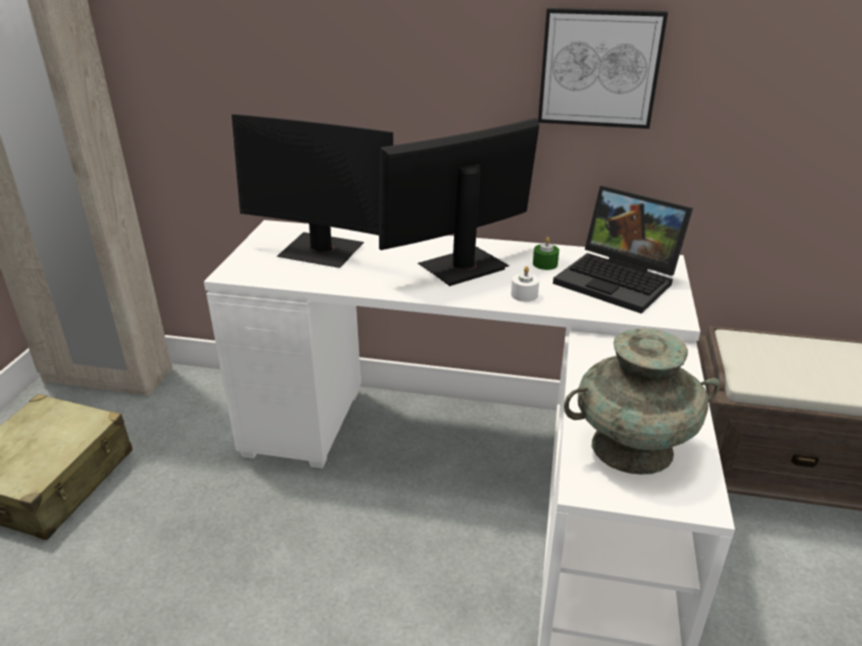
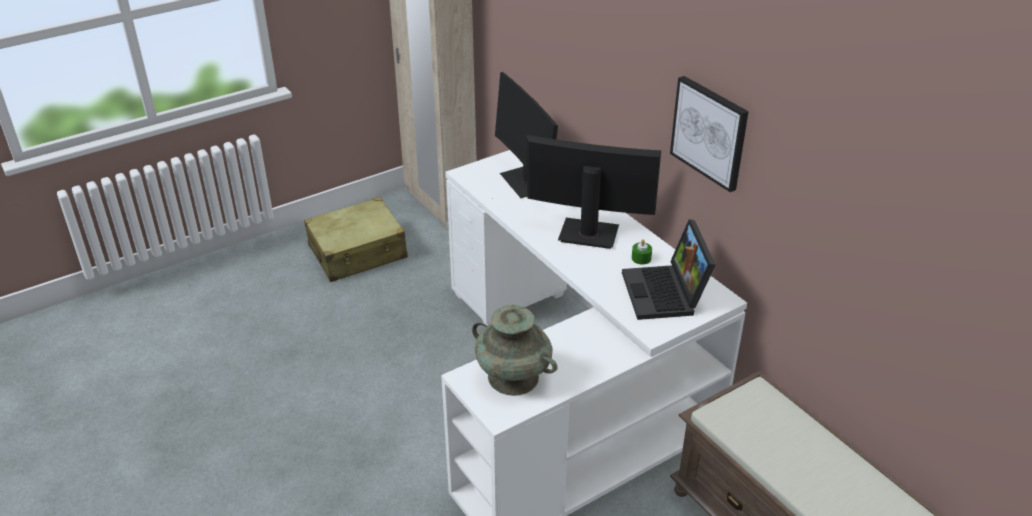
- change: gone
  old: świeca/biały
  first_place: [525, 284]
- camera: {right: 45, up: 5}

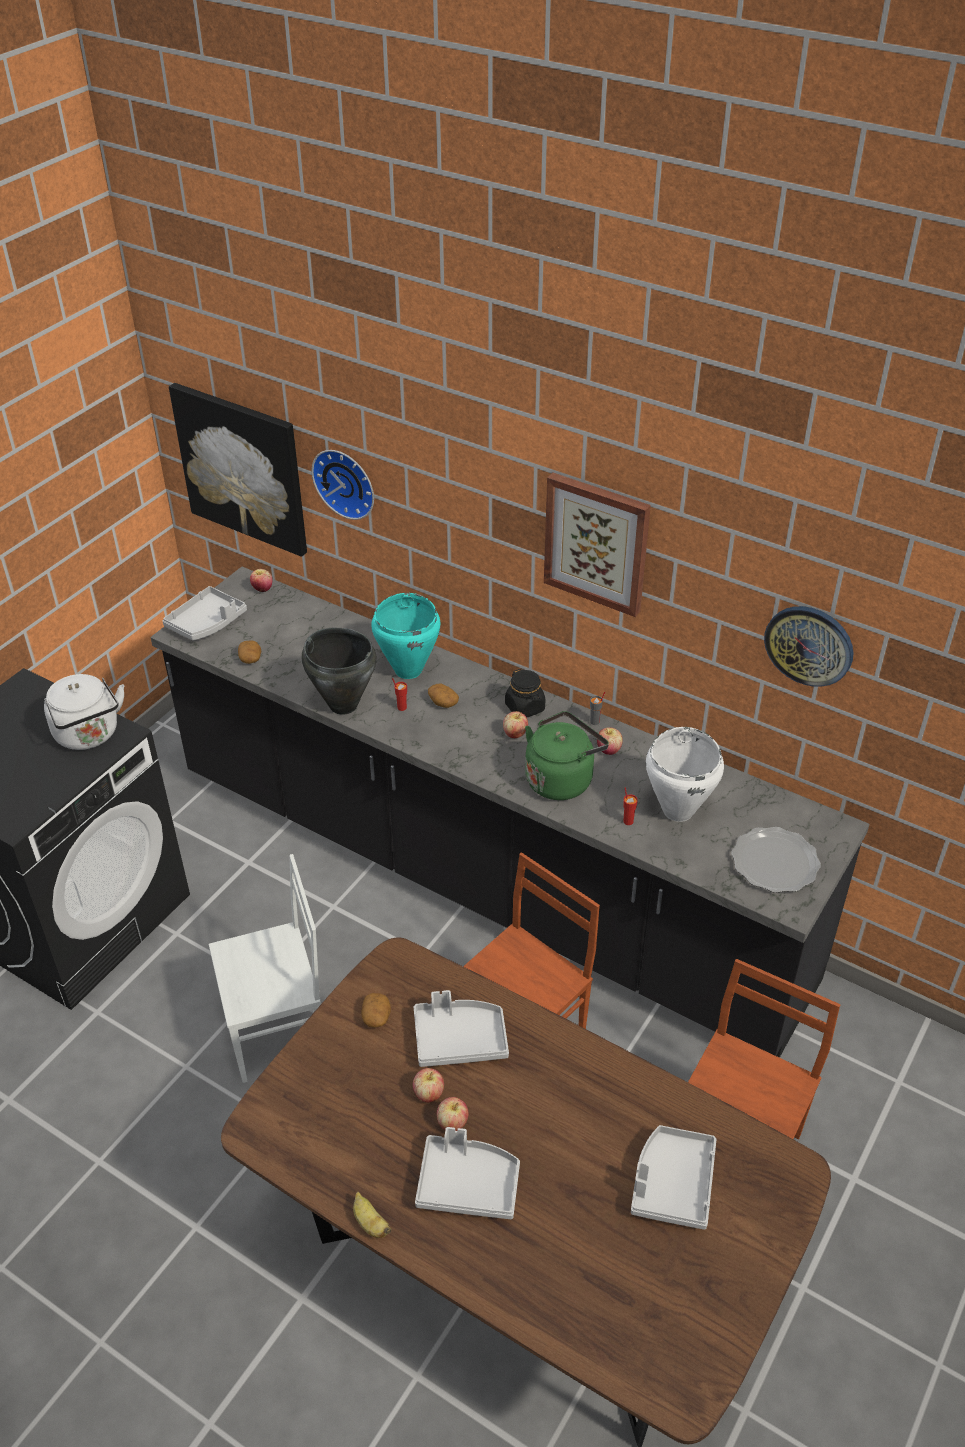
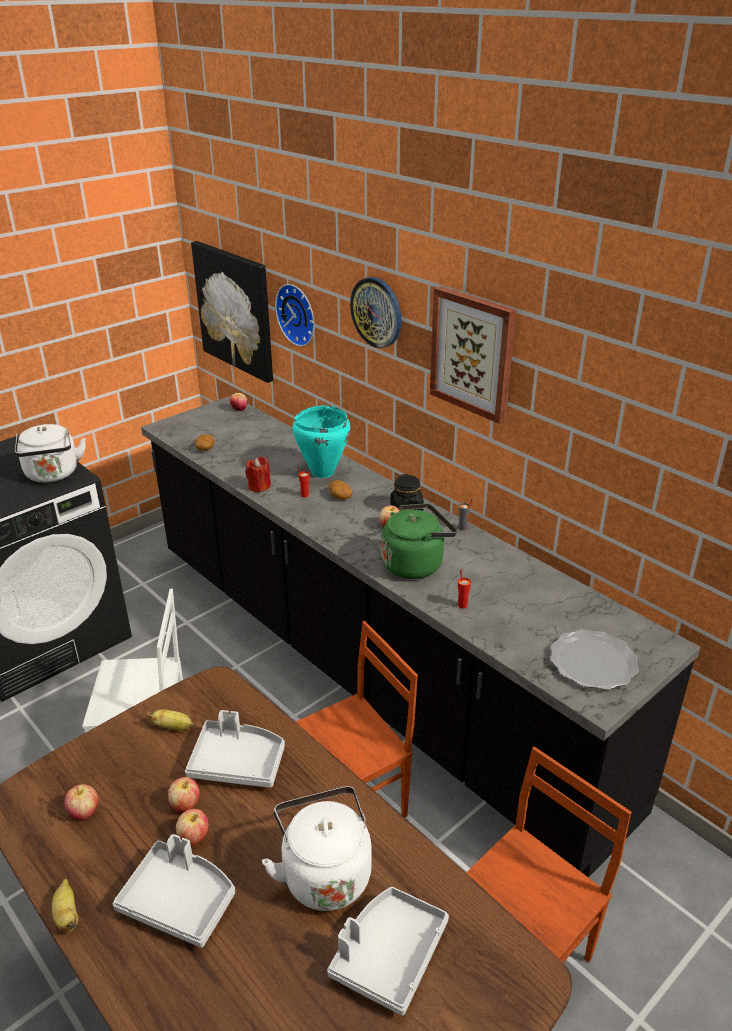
- change: gone
  old: taca/szary
  first_place: [205, 613]
- change: gone
  old: garnek/biały
  first_place: [685, 774]
- change: new
  new: czajnik/biały
  second_place: [316, 848]
- change: shifted
  old: jabłko
  first_place: [610, 741]
  second_place: [81, 802]
- change: shifted
  old: zegar ścienny
  first_place: [808, 646]
  second_place: [376, 312]
- change: swapped
  old: garnek/czarny
  new: świeca/czerwony
  first_place: [339, 671]
  second_place: [258, 474]
- change: swapped
  old: ziemniak
  new: banan
  first_place: [376, 1010]
  second_place: [170, 720]
- camera: {right: 15, up: -10}

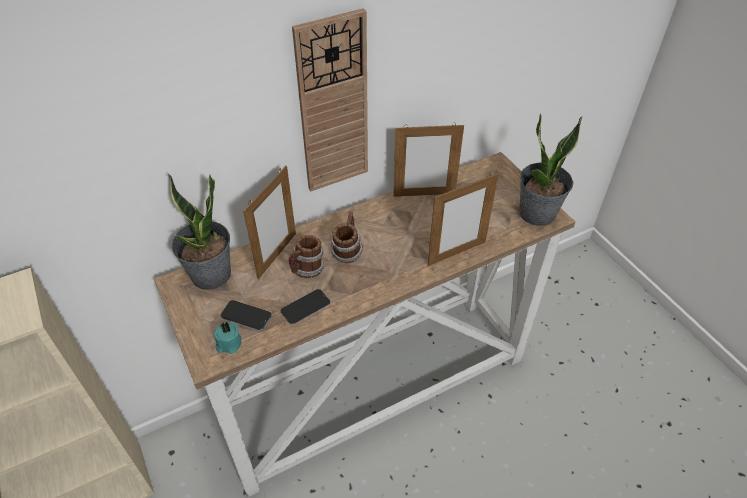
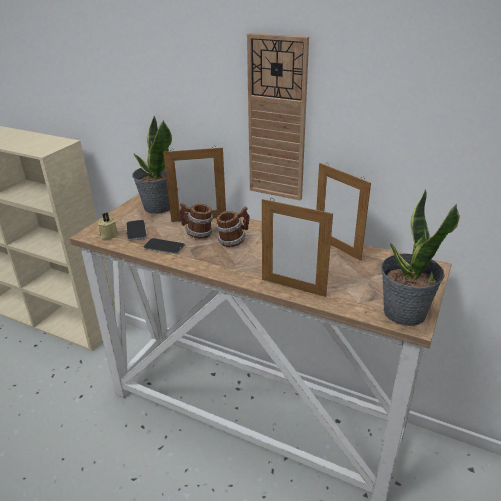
- change: repainted
  old: świeca/turkusowy
  new: świeca/beżowy
  first_place: [228, 337]
  second_place: [108, 225]
- camera: {right: 55, up: -15}

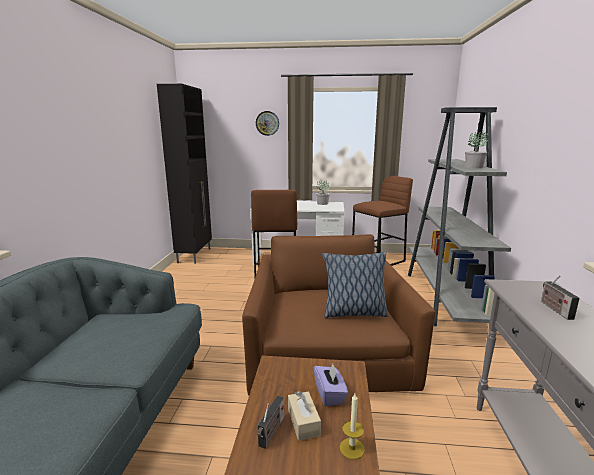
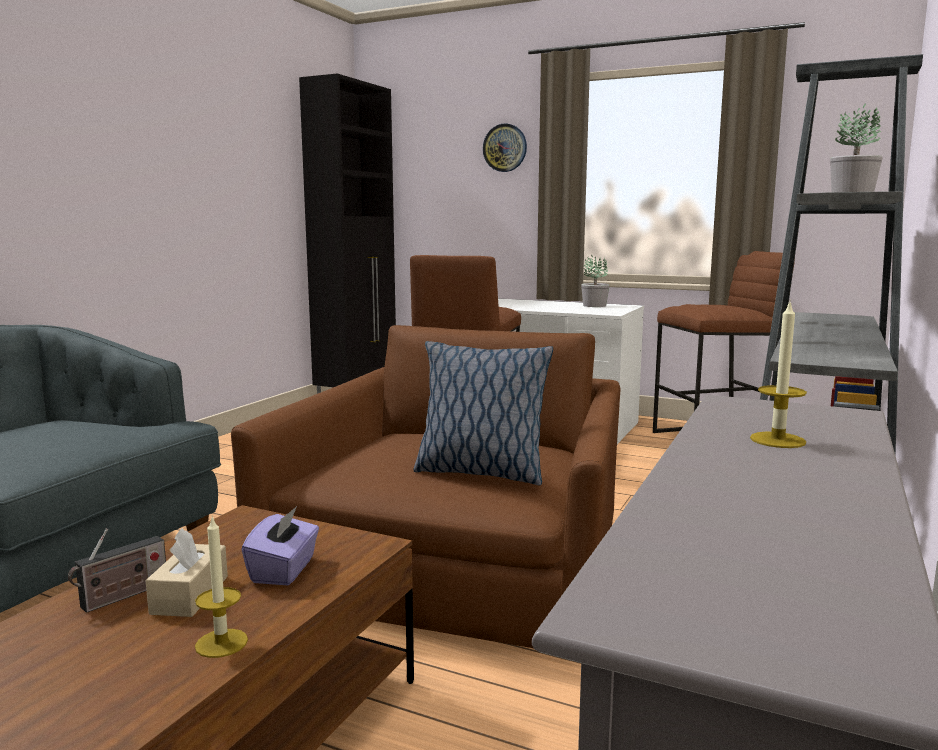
- change: swapped
  old: radio
  new: świeca
  first_place: [560, 297]
  second_place: [778, 375]
- camera: {right: 20, up: -5}

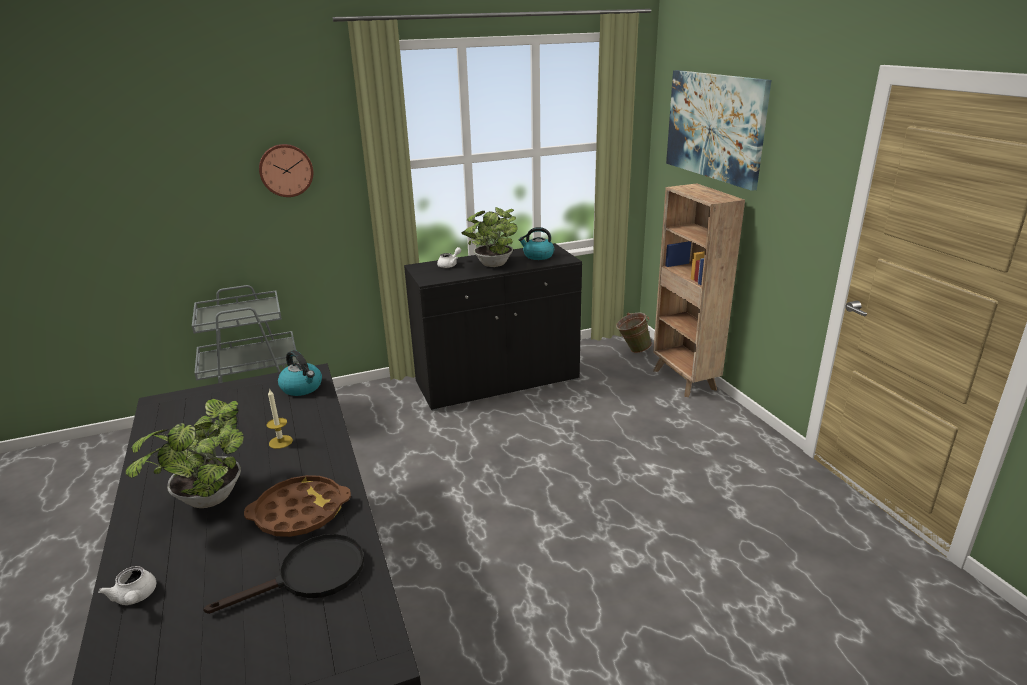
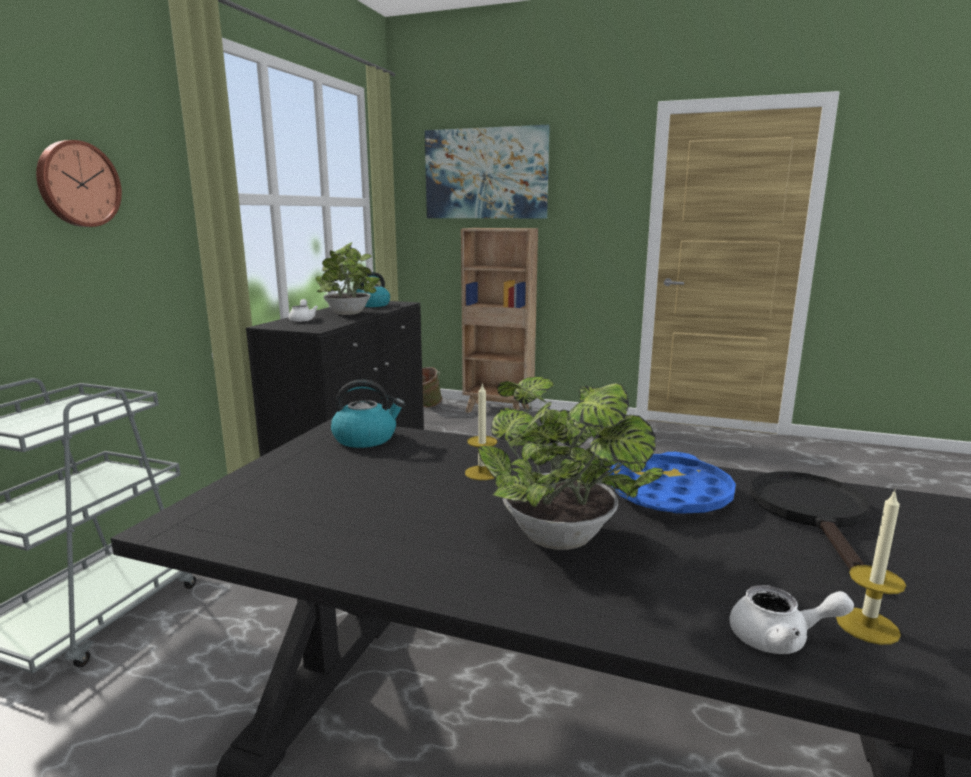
- change: new
  new: świeca
  second_place: [871, 567]
- change: repainted
  old: taca/brązowy
  new: taca/niebieski
  first_place: [297, 506]
  second_place: [672, 483]
- camera: {right: -50, up: -10}

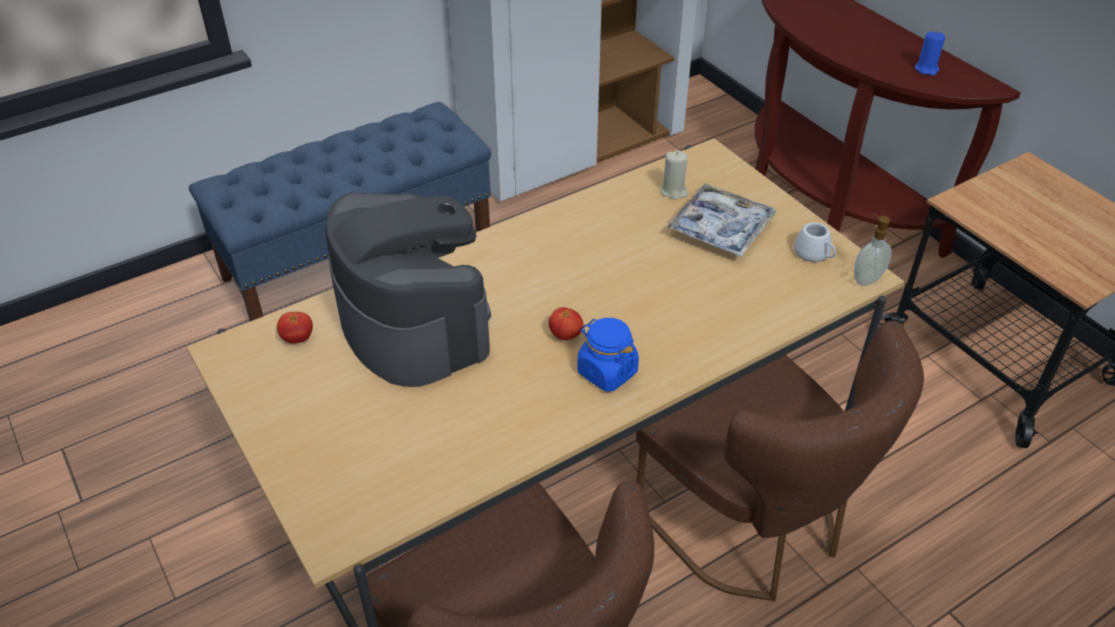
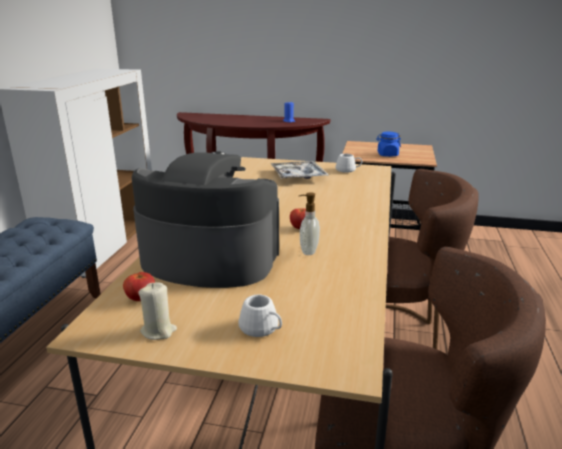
- change: new
  new: kubek/biały
  second_place: [260, 316]
- change: shifted
  old: słoik/niebieski
  first_place: [608, 355]
  second_place: [388, 144]
- change: shifted
  old: świeca/beżowy
  first_place: [674, 175]
  second_place: [157, 311]
- change: shifted
  old: dozownik mydła
  first_place: [873, 250]
  second_place: [309, 223]
- camera: {right: -45, up: -20}

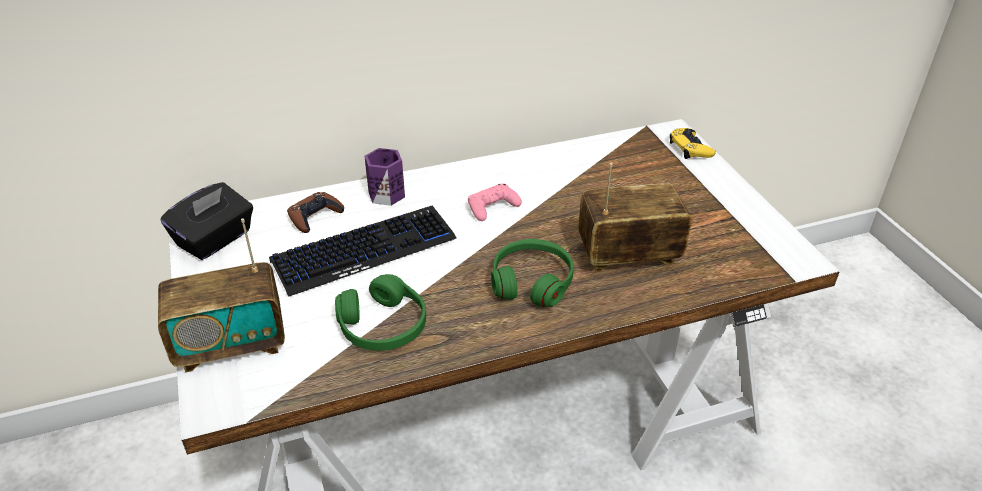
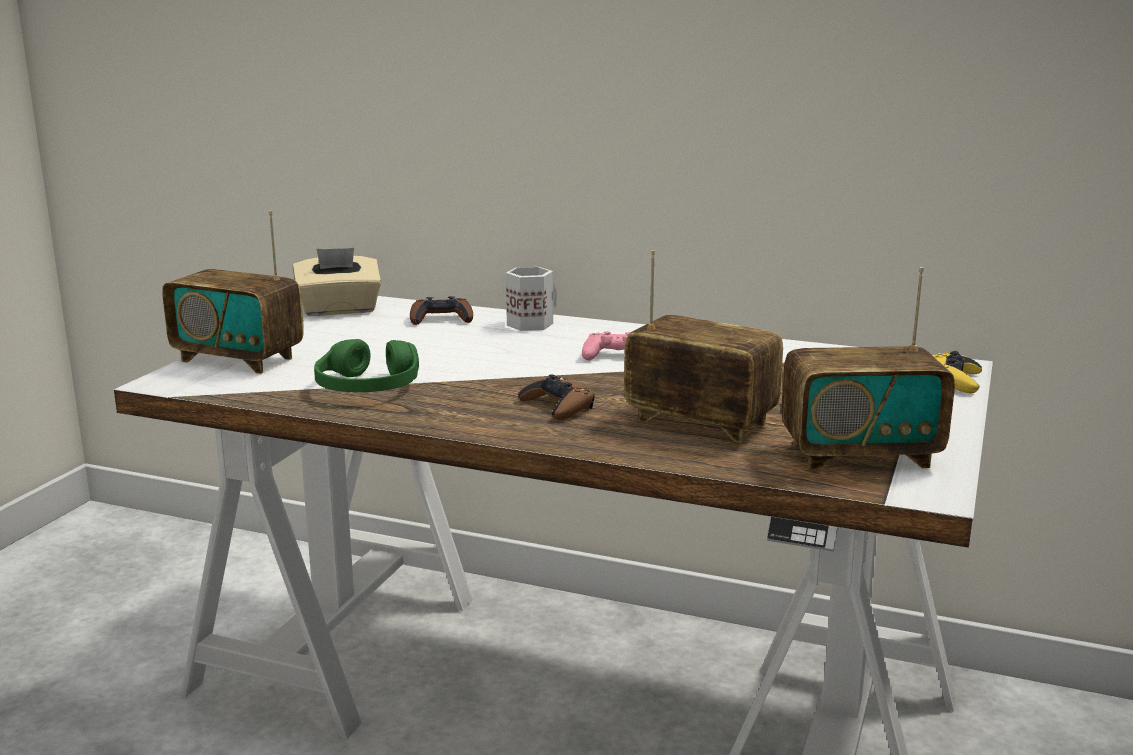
- change: gone
  old: klawiatura
  first_place: [363, 251]
- change: new
  new: radio
  second_place: [868, 369]
- change: swapped
  old: słuchawki/zielony
  new: pad do gier/brązowy
  first_place: [532, 273]
  second_place: [556, 397]
- change: repainted
  old: pudełko chusteczek/czarny
  new: pudełko chusteczek/beżowy
  first_place: [207, 221]
  second_place: [337, 282]
- change: repainted
  old: kubek/fioletowy
  new: kubek/biały
  first_place: [384, 177]
  second_place: [531, 299]
- camera: {right: 40, up: -20}

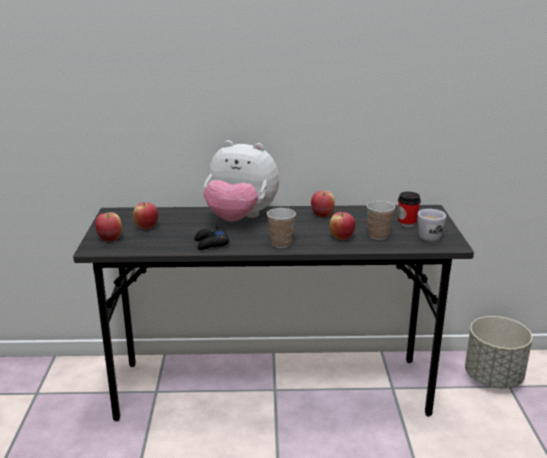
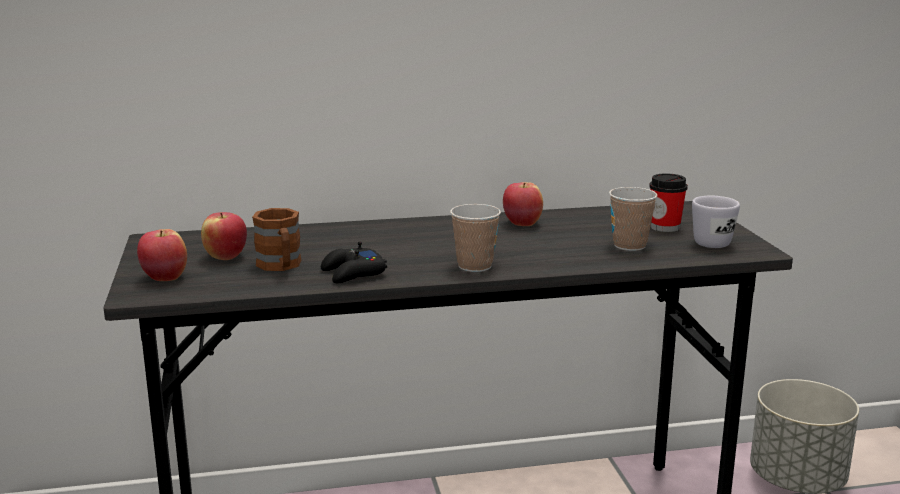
- change: gone
  old: pluszak
  first_place: [241, 180]
- change: gone
  old: jabłko
  first_place: [342, 226]
- change: new
  new: kubek/brązowy
  second_place: [277, 239]
- camera: {right: -10, up: -5}

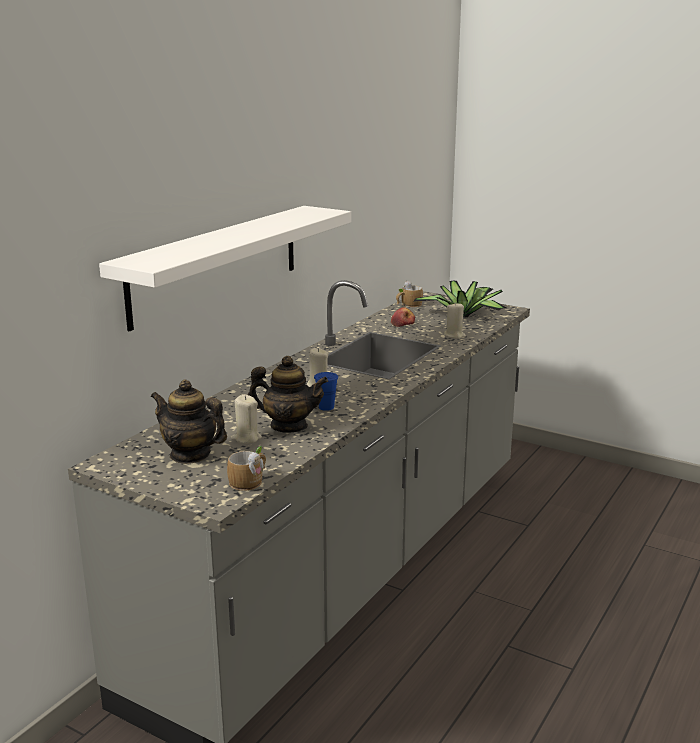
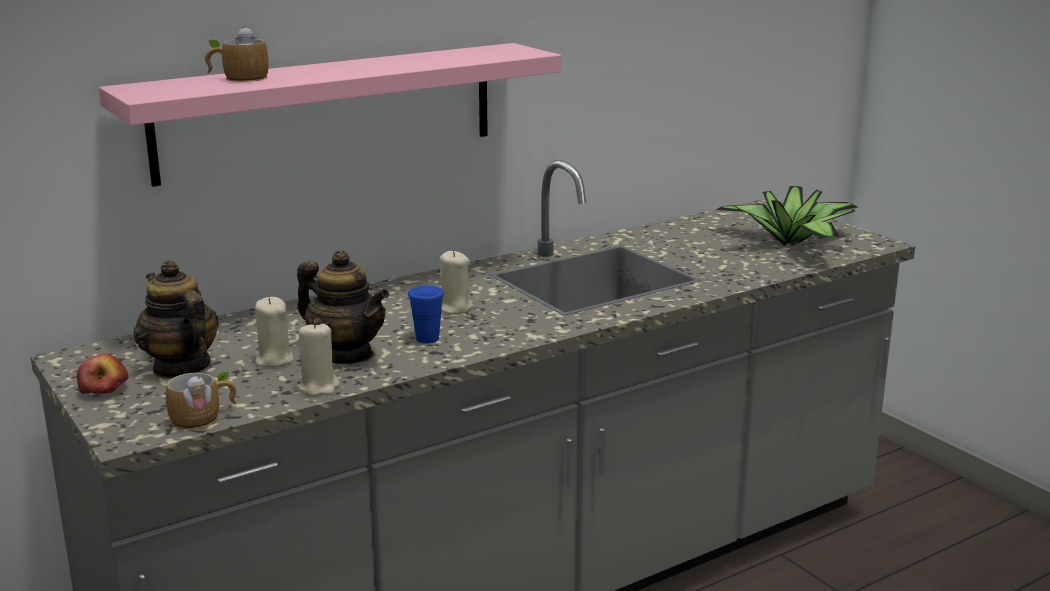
- change: shifted
  old: jabłko
  first_place: [403, 317]
  second_place: [103, 374]
- change: shifted
  old: kubek
  first_place: [409, 293]
  second_place: [237, 54]
- change: shifted
  old: świeca/beżowy
  first_place: [455, 321]
  second_place: [319, 359]
- change: repainted
  old: półka/biały
  new: półka/różowy
  first_place: [225, 268]
  second_place: [330, 115]
- camera: {right: 25, up: 0}

